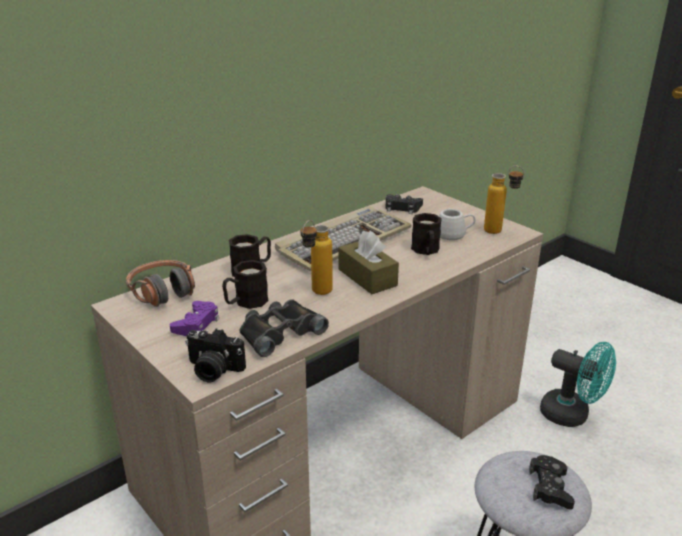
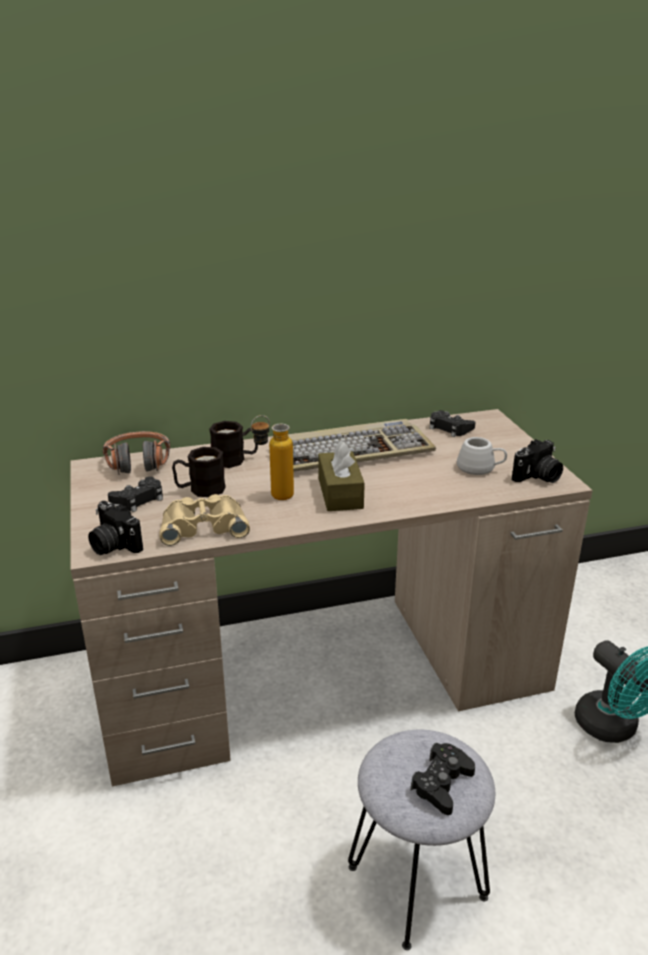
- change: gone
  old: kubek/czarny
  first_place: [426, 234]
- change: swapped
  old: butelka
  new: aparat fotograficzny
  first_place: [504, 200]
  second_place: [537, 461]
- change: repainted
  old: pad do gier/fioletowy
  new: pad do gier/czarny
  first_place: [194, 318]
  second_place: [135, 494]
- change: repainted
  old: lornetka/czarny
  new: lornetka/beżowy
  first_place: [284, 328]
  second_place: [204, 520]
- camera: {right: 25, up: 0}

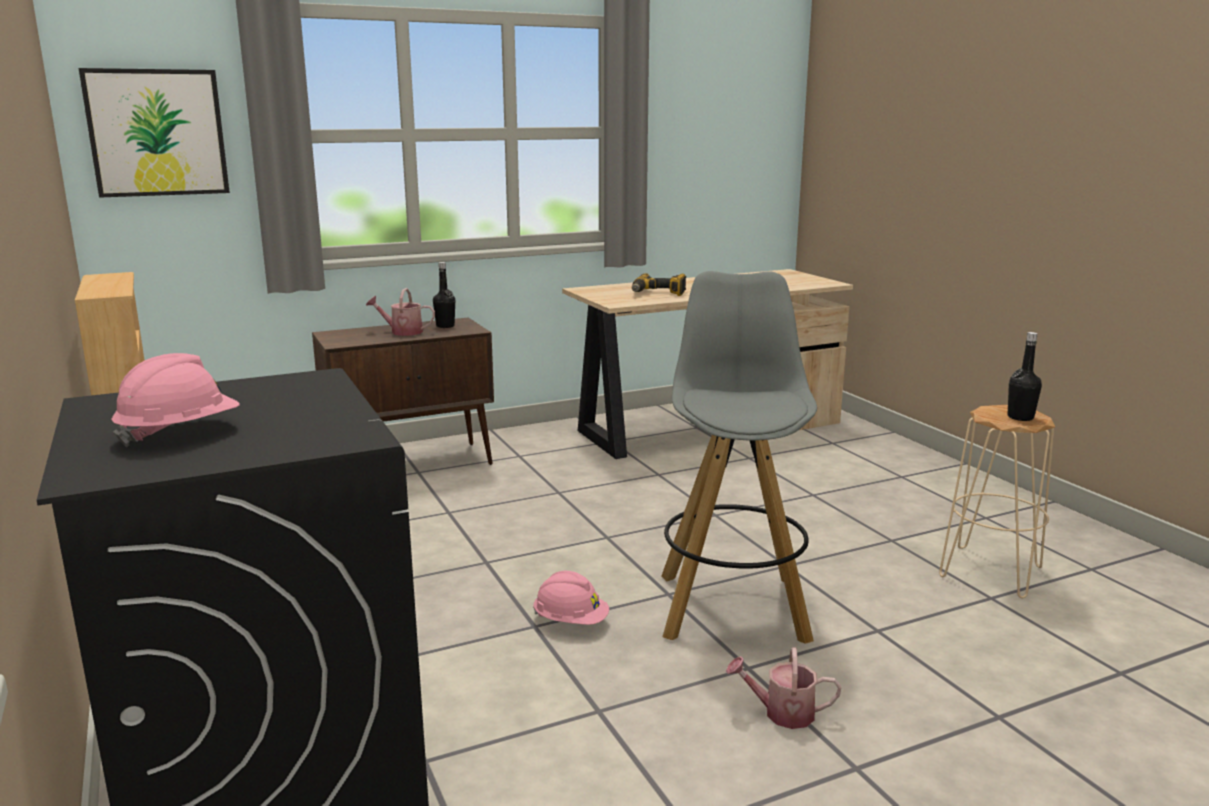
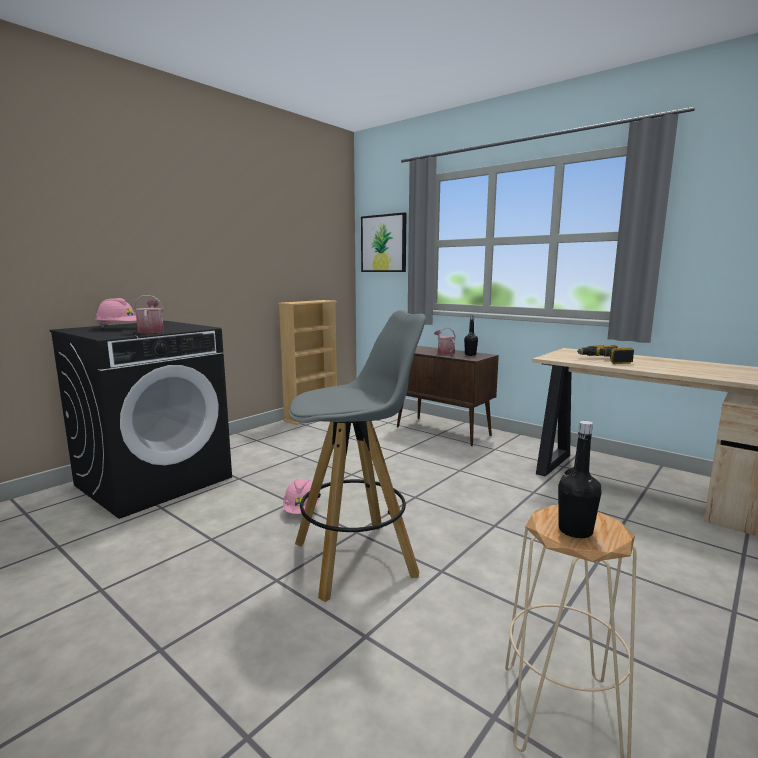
- change: shifted
  old: konewka
  first_place: [783, 688]
  second_place: [148, 314]
- camera: {right: 65, up: -5}

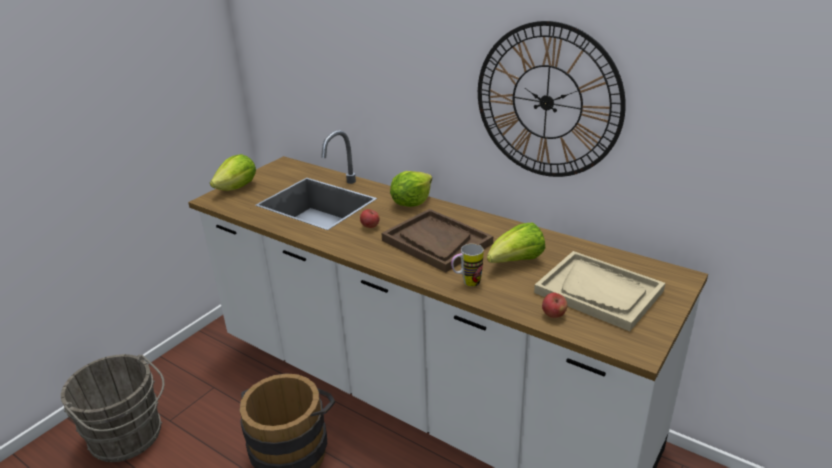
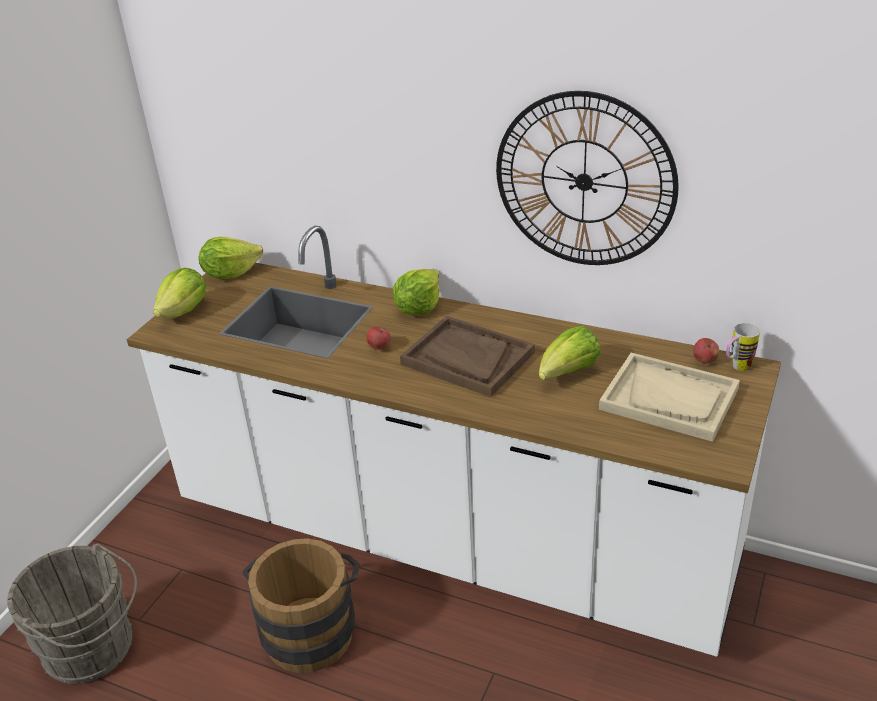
- change: new
  new: sałata
  second_place: [230, 258]
- change: shifted
  old: kubek
  first_place: [467, 265]
  second_place: [743, 347]
- change: shifted
  old: jabłko
  first_place: [554, 305]
  second_place: [706, 351]
- camera: {right: -10, up: 5}

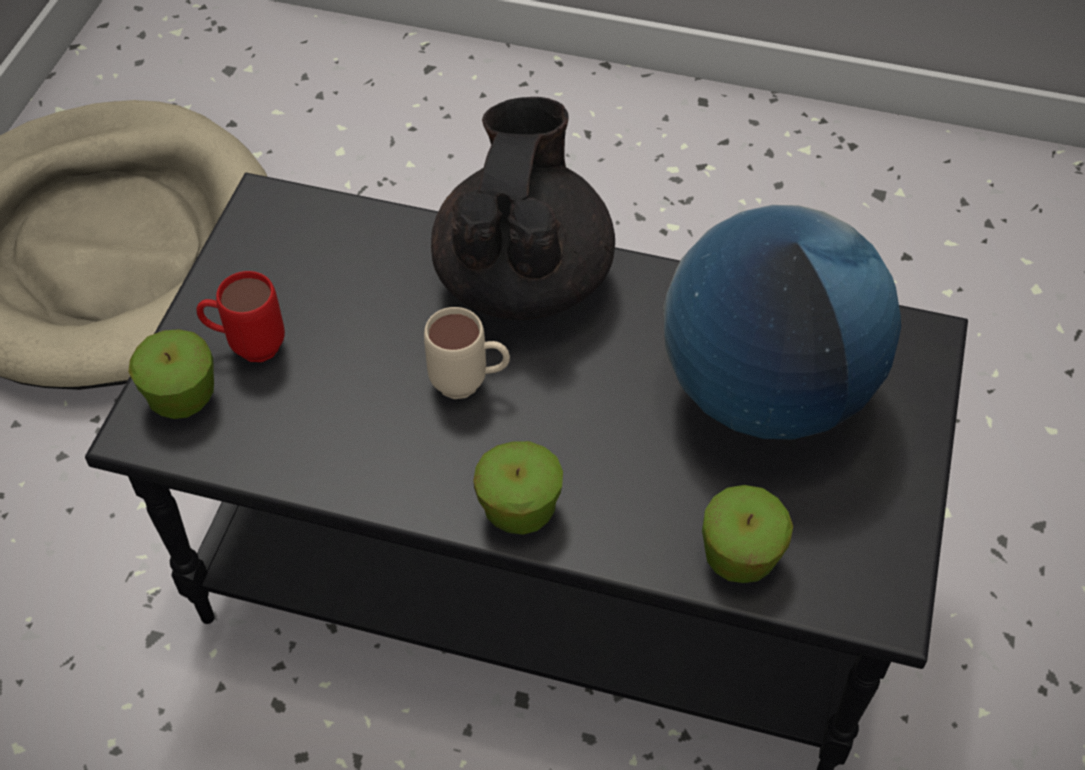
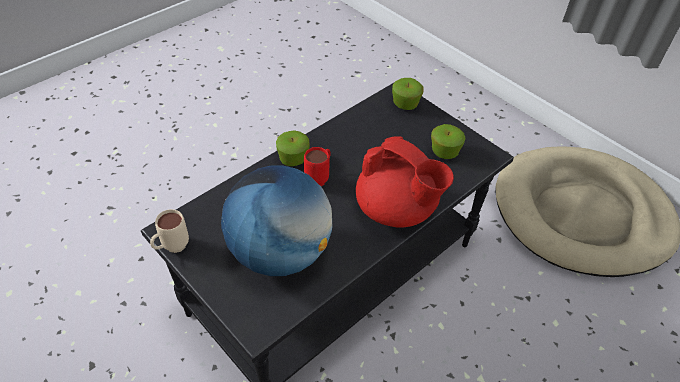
- change: shifted
  old: kubek/czerwony
  first_place: [240, 316]
  second_place: [317, 166]
- change: shifted
  old: kubek/beżowy
  first_place: [467, 353]
  second_place: [169, 231]
- change: shifted
  old: jabłko
  first_place: [747, 534]
  second_place: [448, 141]
- change: repainted
  old: imbryk/czarny
  new: imbryk/czerwony
  first_place: [523, 208]
  second_place: [405, 181]
- camera: {right: 120, up: -5}

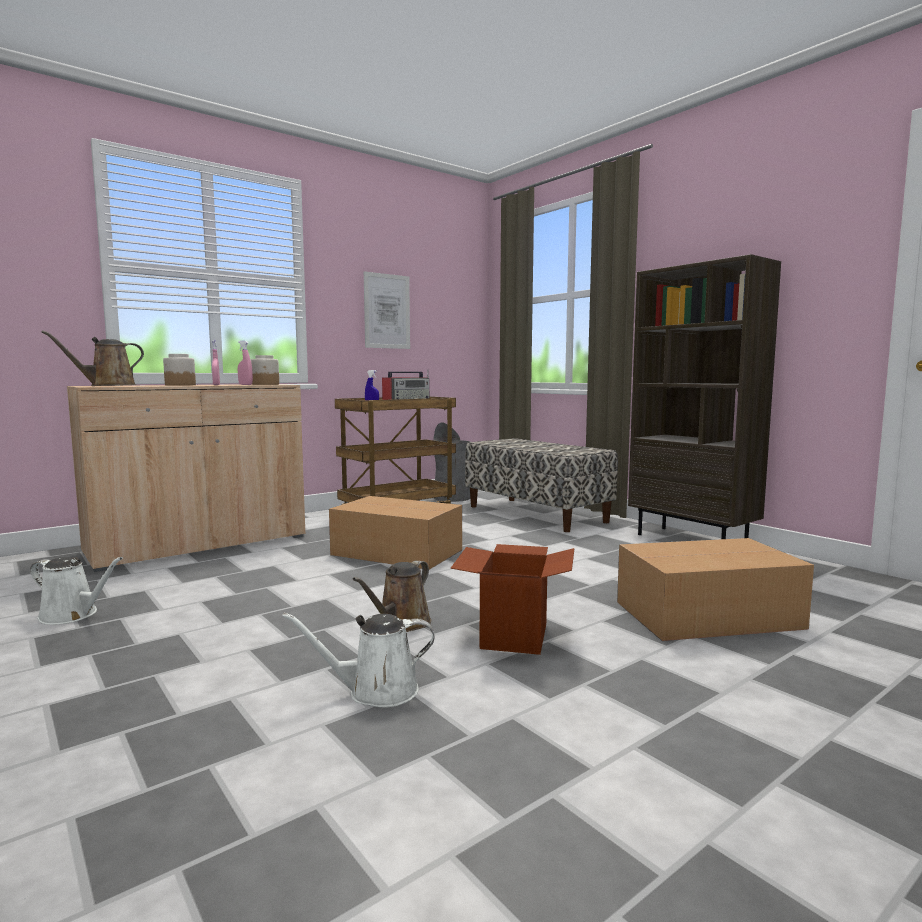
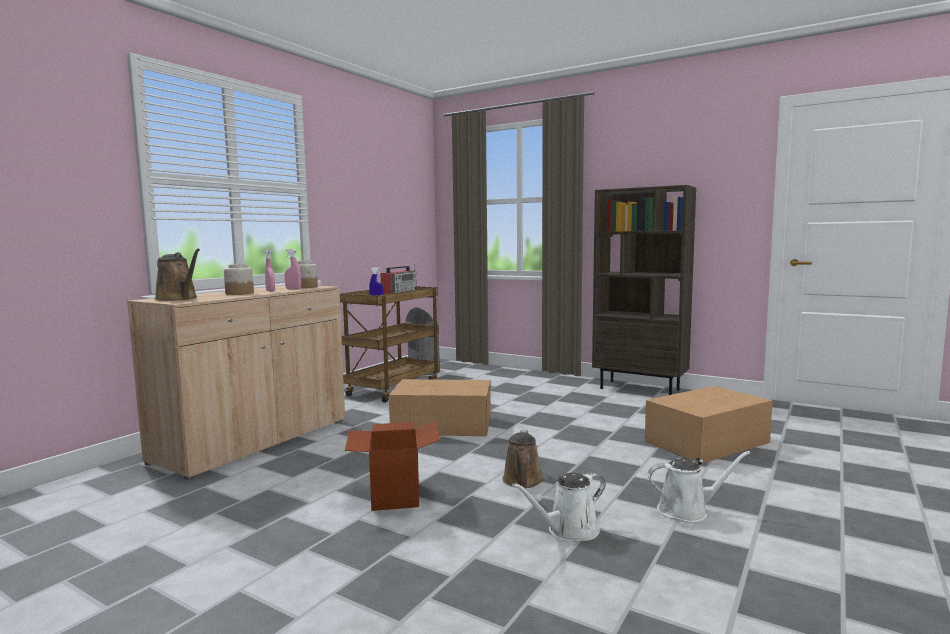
- change: gone
  old: obraz
  first_place: [387, 310]
- change: gone
  old: ławka
  first_place: [541, 485]
- change: shifted
  old: konewka/biały
  first_place: [76, 591]
  second_place: [699, 486]
- change: shifted
  old: karton
  first_place: [512, 599]
  second_place: [392, 466]
- change: rotated
  old: konewka/brązowy
  first_place: [93, 358]
  second_place: [177, 275]
  degrees: -75
- camera: {right: -20, up: 0}

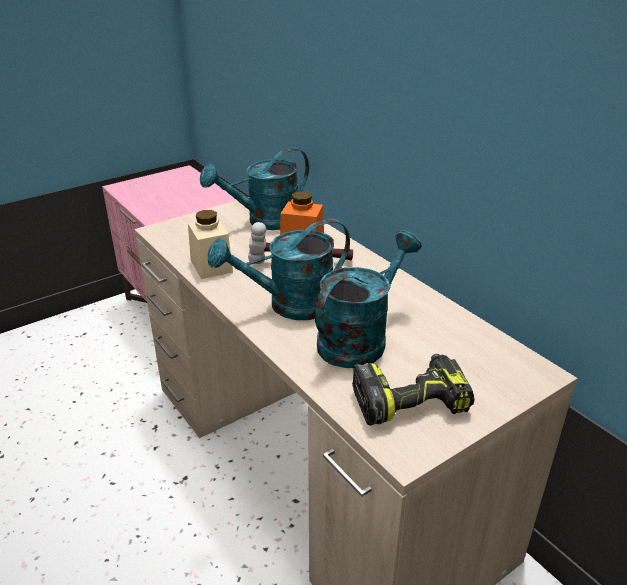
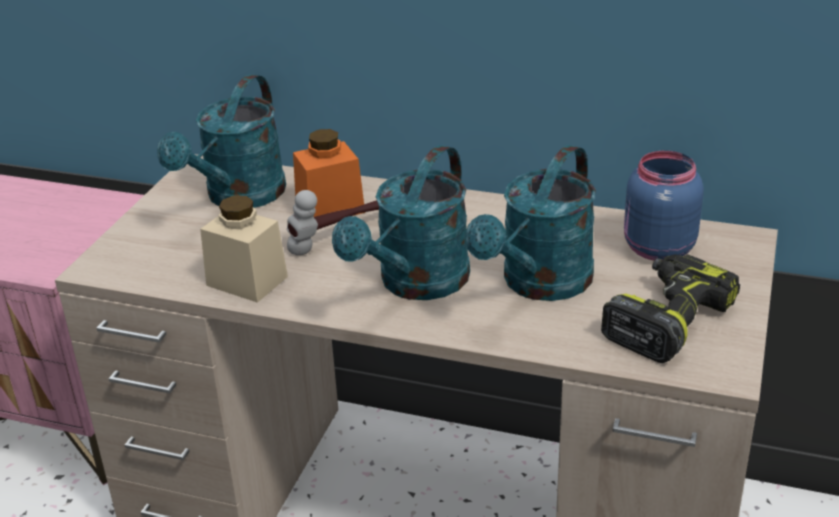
- change: new
  new: słoik/niebieski
  second_place: [664, 205]
- change: rotated
  old: konewka/turkusowy
  first_place: [368, 299]
  second_place: [530, 223]
  degrees: -150
- camera: {right: -35, up: 0}

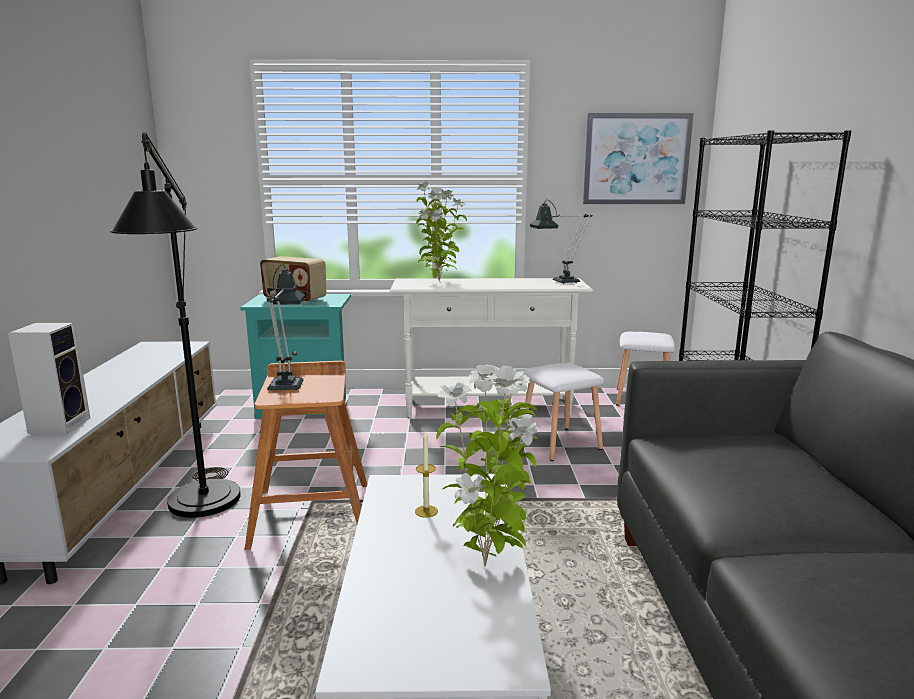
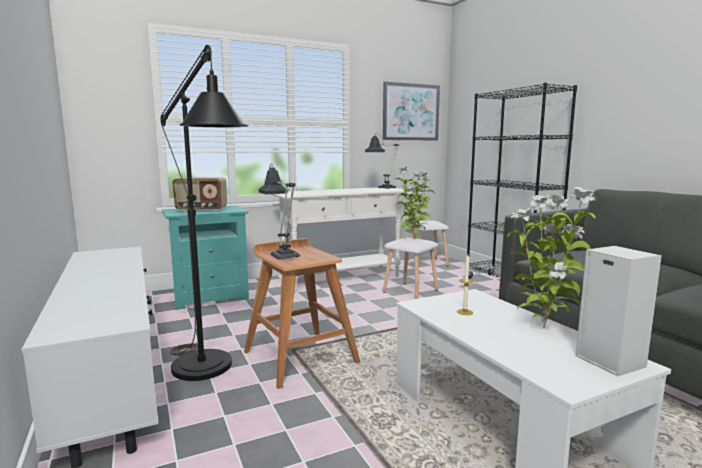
- change: shifted
  old: głośnik
  first_place: [49, 378]
  second_place: [619, 311]
- change: shifted
  old: roślina doniczkowa
  first_place: [441, 231]
  second_place: [414, 203]
- camera: {right: -25, up: -5}

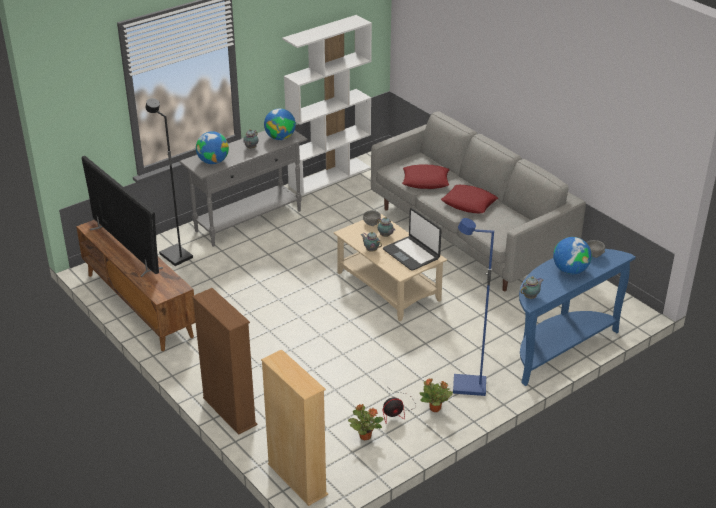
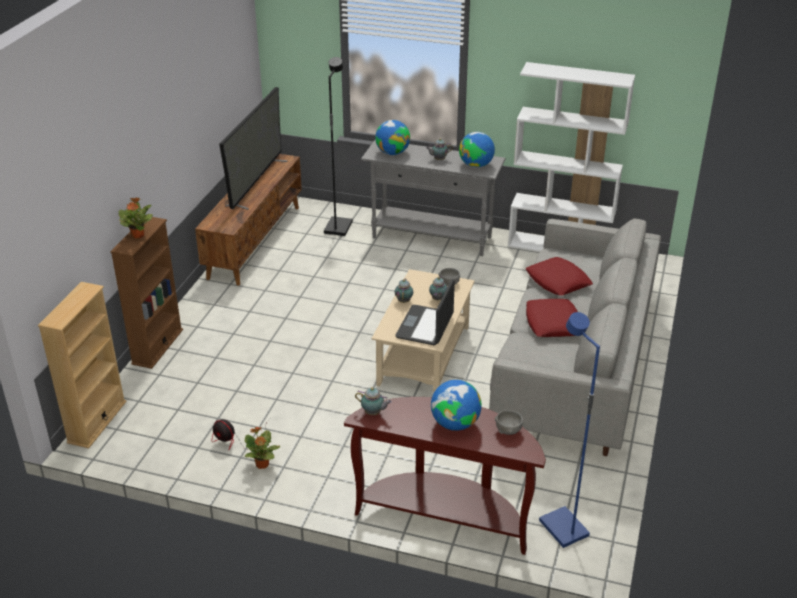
- change: shifted
  old: roślina doniczkowa
  first_place: [366, 422]
  second_place: [136, 218]
- change: shifted
  old: lampa stojąca/niebieski
  first_place: [473, 307]
  second_place: [569, 430]
- change: repainted
  old: stolik konsolowy/niebieski
  new: stolik konsolowy/brązowy
  first_place: [577, 317]
  second_place: [445, 476]
- camera: {right: 55, up: 0}

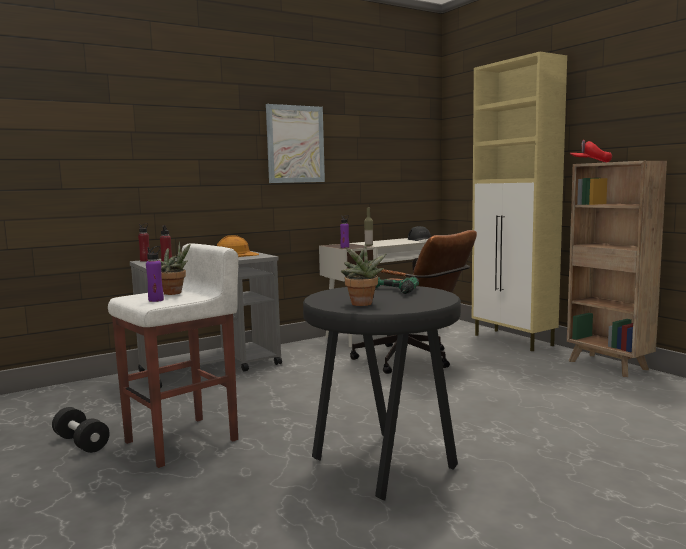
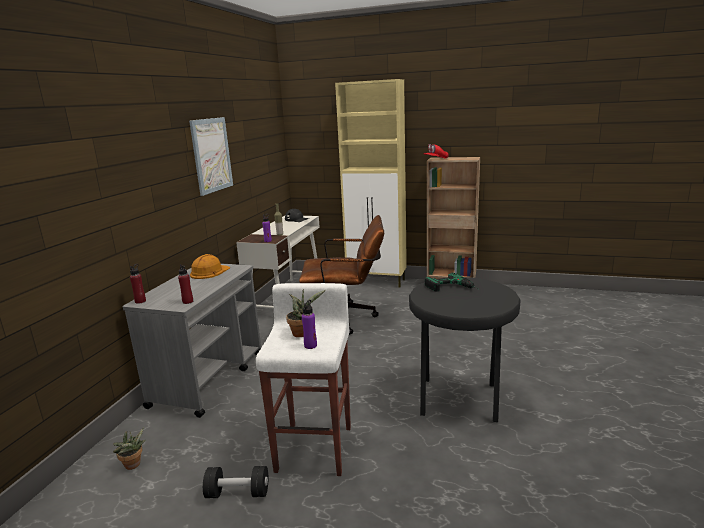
- change: shifted
  old: roślina doniczkowa
  first_place: [363, 275]
  second_place: [129, 448]
- camera: {right: -40, up: 10}

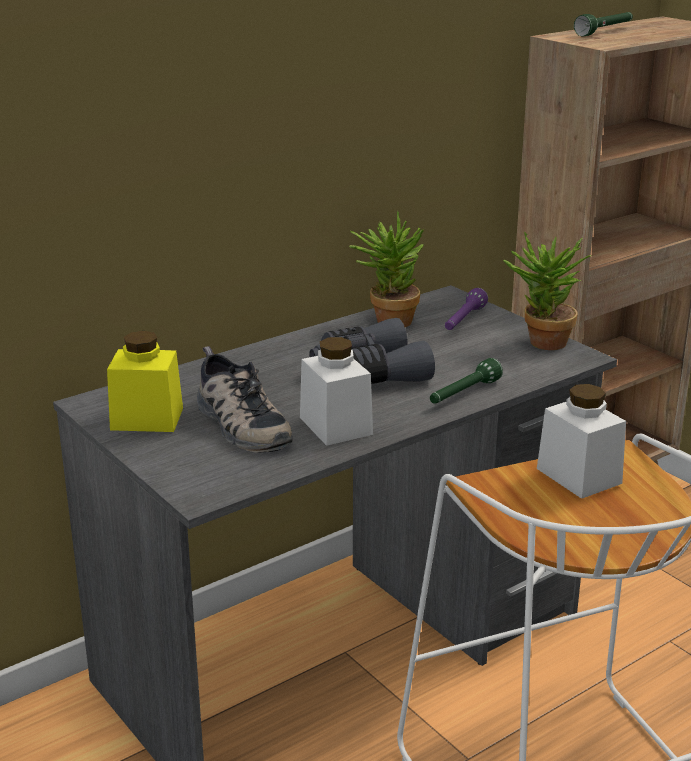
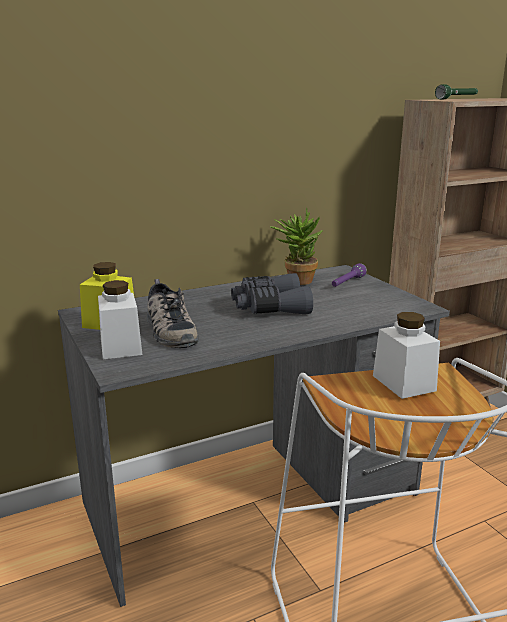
- change: gone
  old: latarka/zielony
  first_place: [466, 381]
- change: gone
  old: roślina doniczkowa
  first_place: [547, 291]
- change: shifted
  old: słoik/biały
  first_place: [336, 391]
  second_place: [120, 319]
- camera: {right: 10, up: -5}

